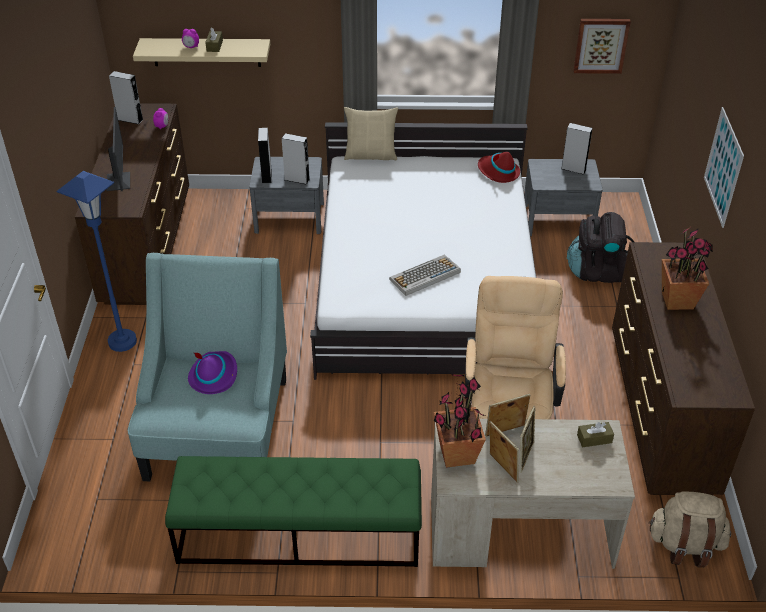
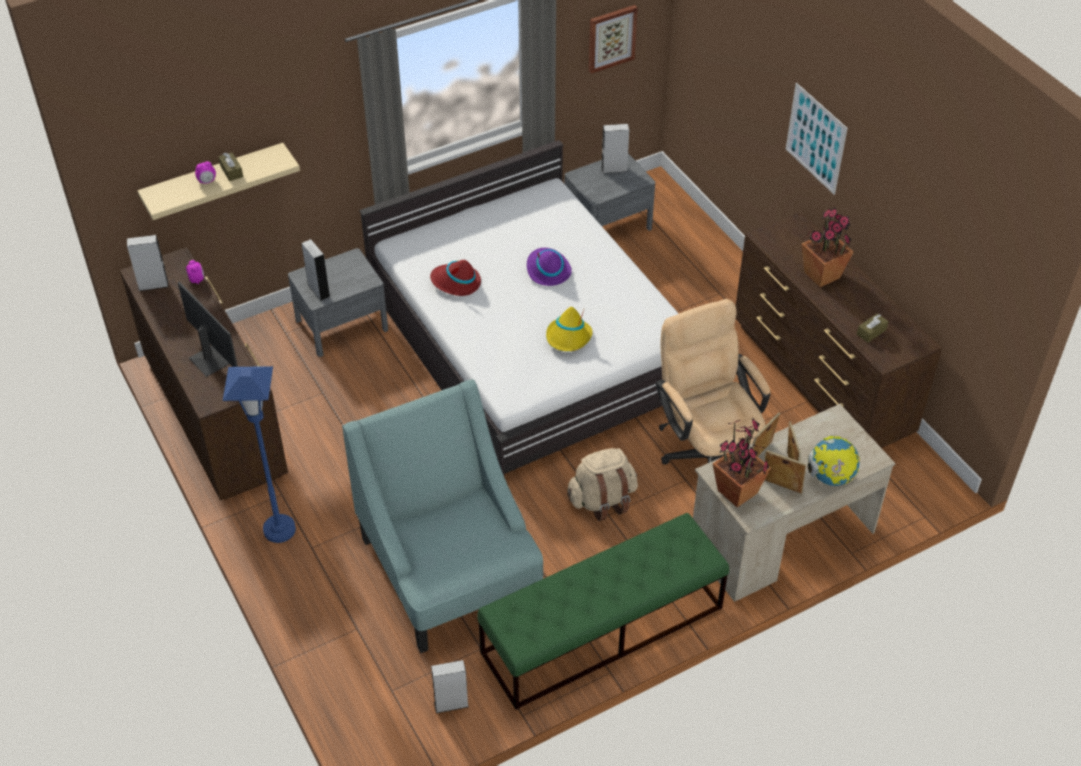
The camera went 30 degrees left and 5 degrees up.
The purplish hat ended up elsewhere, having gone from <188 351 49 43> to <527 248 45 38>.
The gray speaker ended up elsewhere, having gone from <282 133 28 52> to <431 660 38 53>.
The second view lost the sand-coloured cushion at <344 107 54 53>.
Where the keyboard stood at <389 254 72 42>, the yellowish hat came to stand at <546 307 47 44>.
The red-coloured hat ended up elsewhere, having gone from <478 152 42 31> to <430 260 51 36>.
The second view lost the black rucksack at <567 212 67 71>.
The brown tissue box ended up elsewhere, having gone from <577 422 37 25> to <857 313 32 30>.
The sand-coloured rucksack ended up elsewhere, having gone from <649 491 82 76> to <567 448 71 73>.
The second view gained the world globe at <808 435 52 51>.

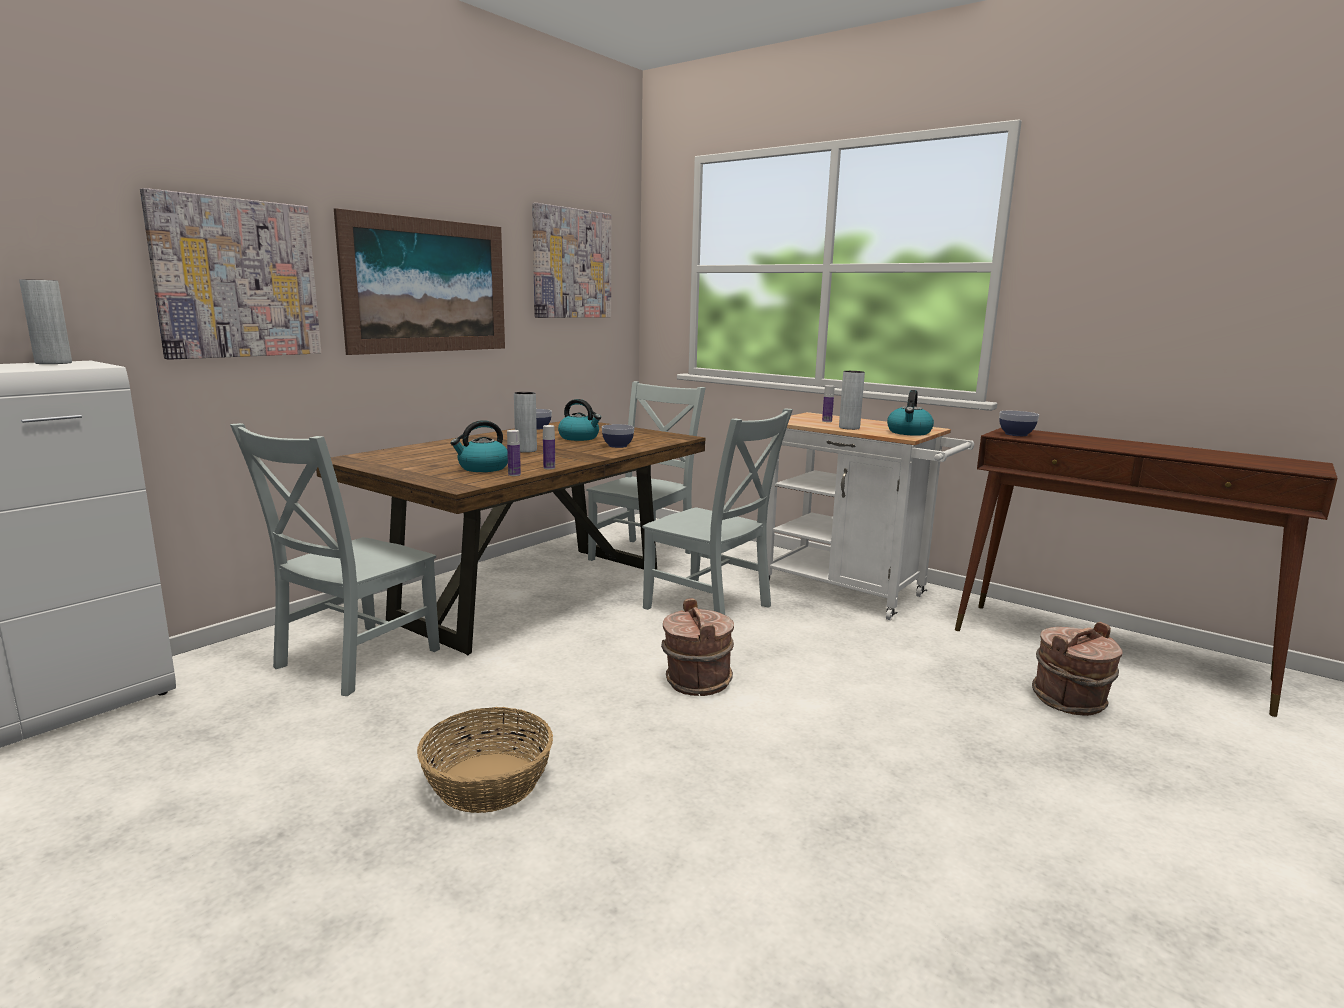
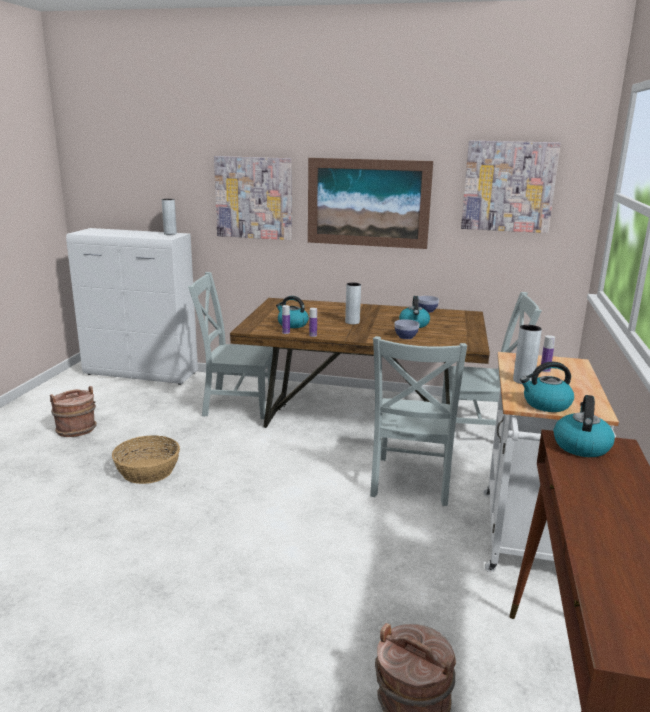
The camera went 65 degrees right and 5 degrees up.
The brown pail ended up elsewhere, having gone from <661 598 73 98> to <50 386 47 51>.
Where the serving bowl stood at <999 411 40 25>, the water kettle came to stand at <554 395 61 62>.

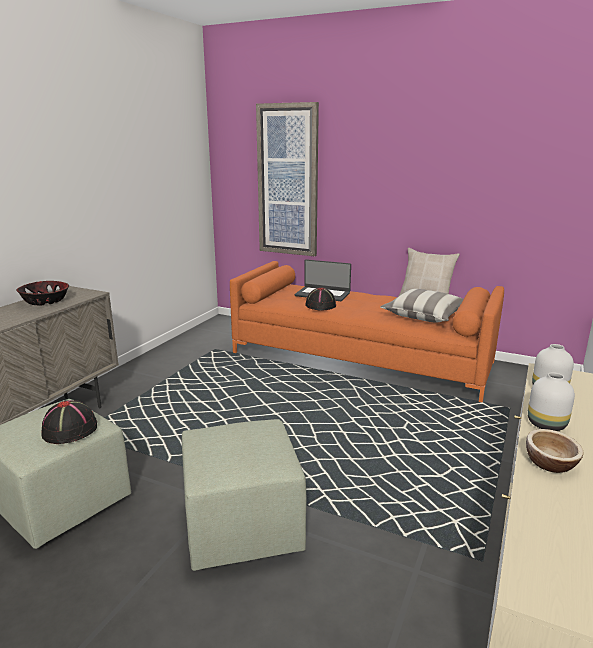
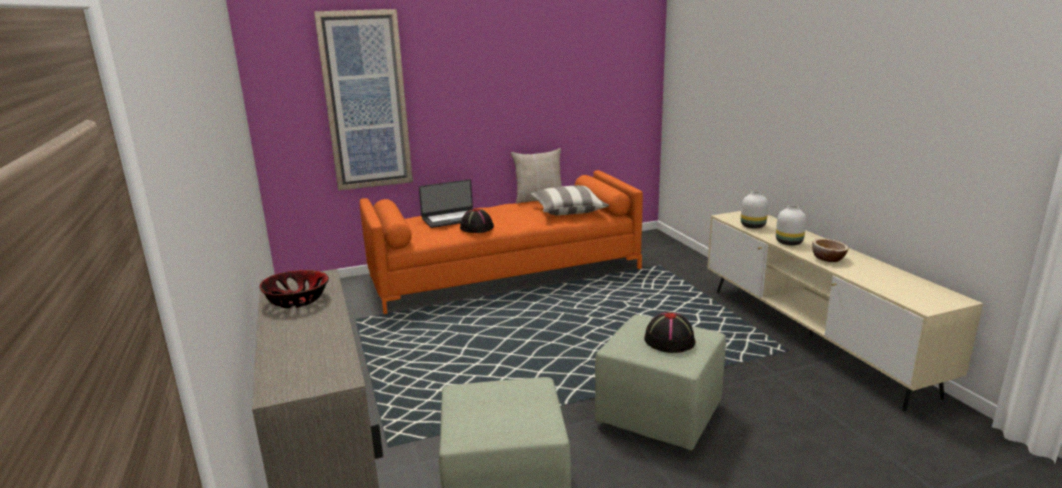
The camera went 45 degrees left and 0 degrees up.
The black hat ended up elsewhere, having gone from <41 400 56 44> to <644 312 51 41>.

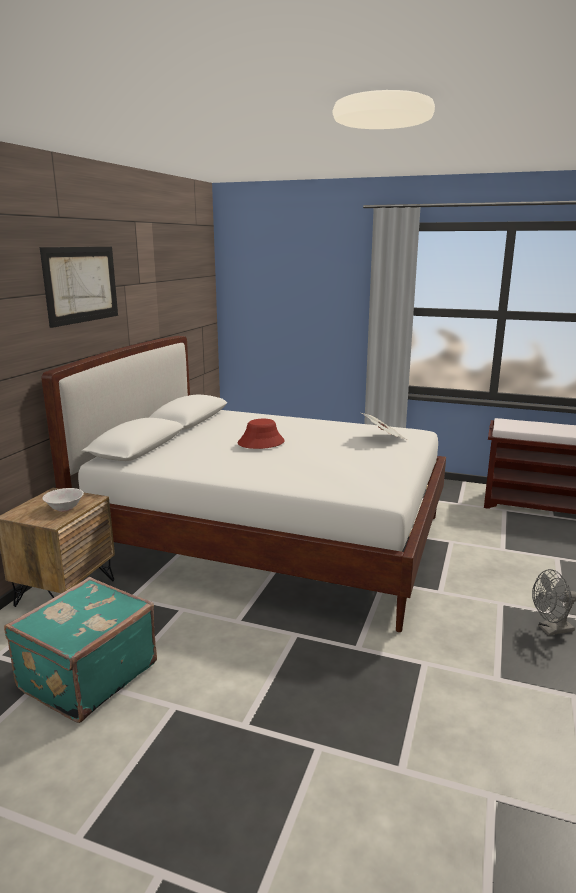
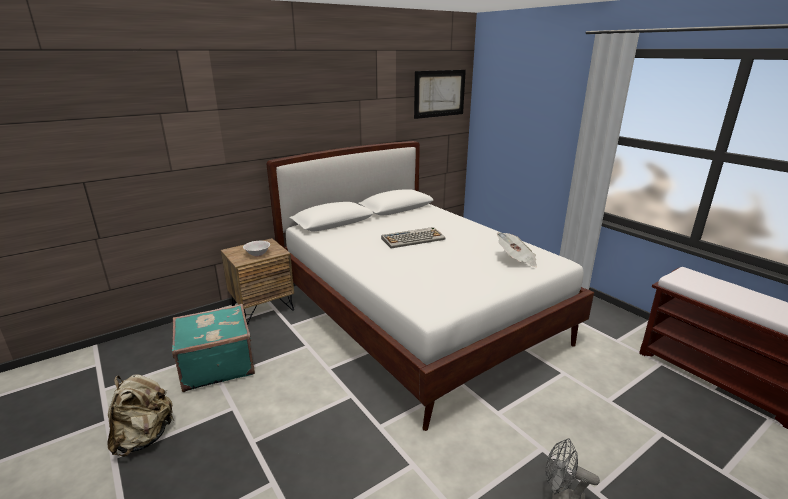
The camera went 35 degrees right and 5 degrees up.
The wall art ended up elsewhere, having gone from <40 247 78 81> to <414 70 52 49>.
Where the red-coloured hat stood at <238 419 47 30>, the keyboard came to stand at <381 227 64 21>.
The second view gained the sand-coloured rucksack at <107 374 67 83>.

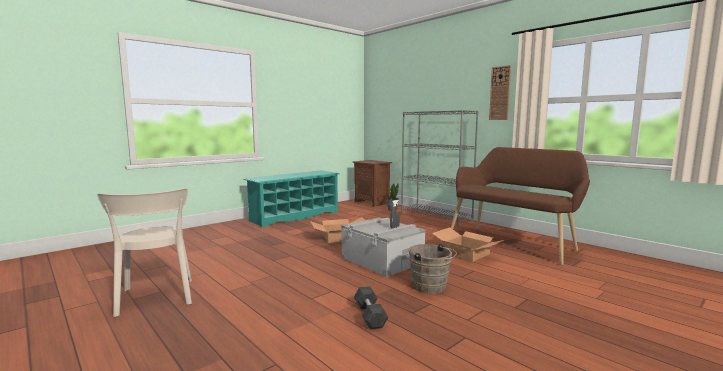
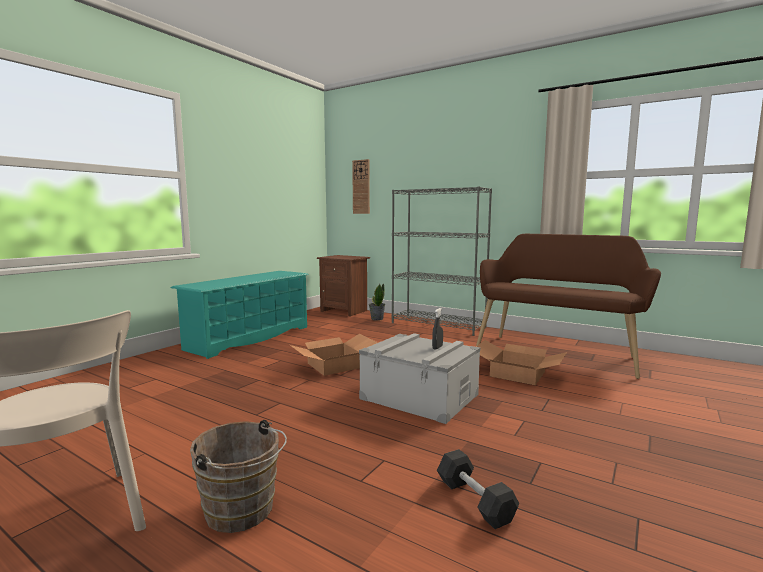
The camera went 15 degrees left and 0 degrees up.
The brown pail ended up elsewhere, having gone from <409 244 48 50> to <190 420 97 113>.
The wall clock ended up elsewhere, having gone from <489 65 22 55> to <352 159 18 55>.

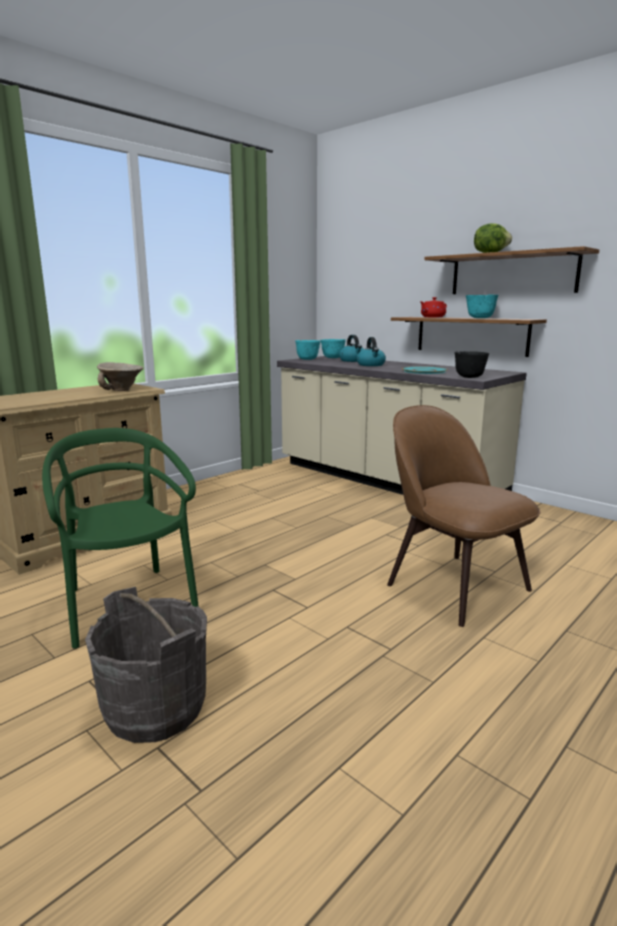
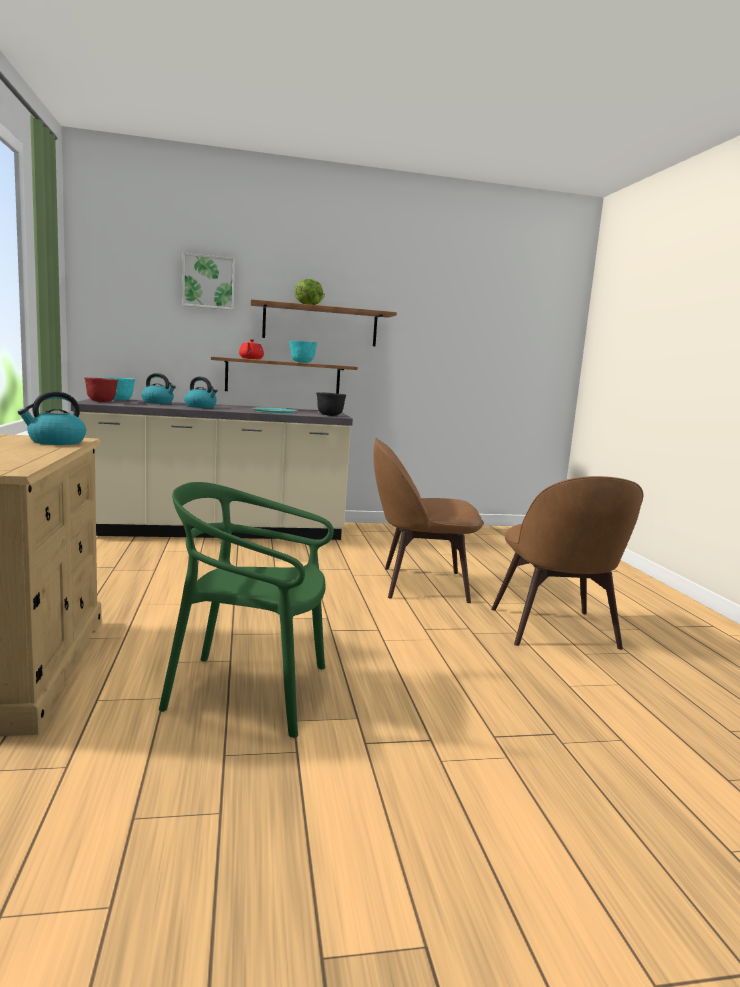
The camera went 55 degrees left and 5 degrees down.
The second view lost the gray pail at <85 587 122 156>.
Where the sand-coloured serving bowl stood at <97 362 46 29>, the water kettle came to stand at <18 391 68 54>.
What was the blue-green serving bowl at <295 340 26 20> turned into the red-coloured serving bowl at <84 377 34 25>.
The second view gained the wall art at <182 253 53 57>.
The second view gained the brown plain chair at <491 476 152 174>.

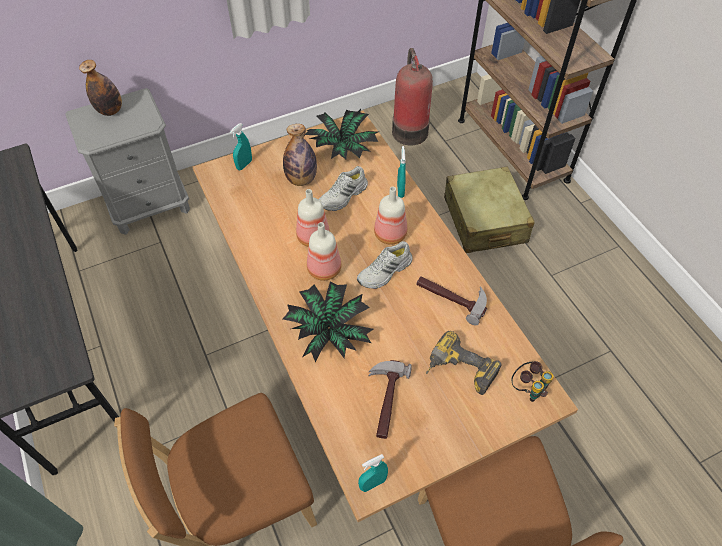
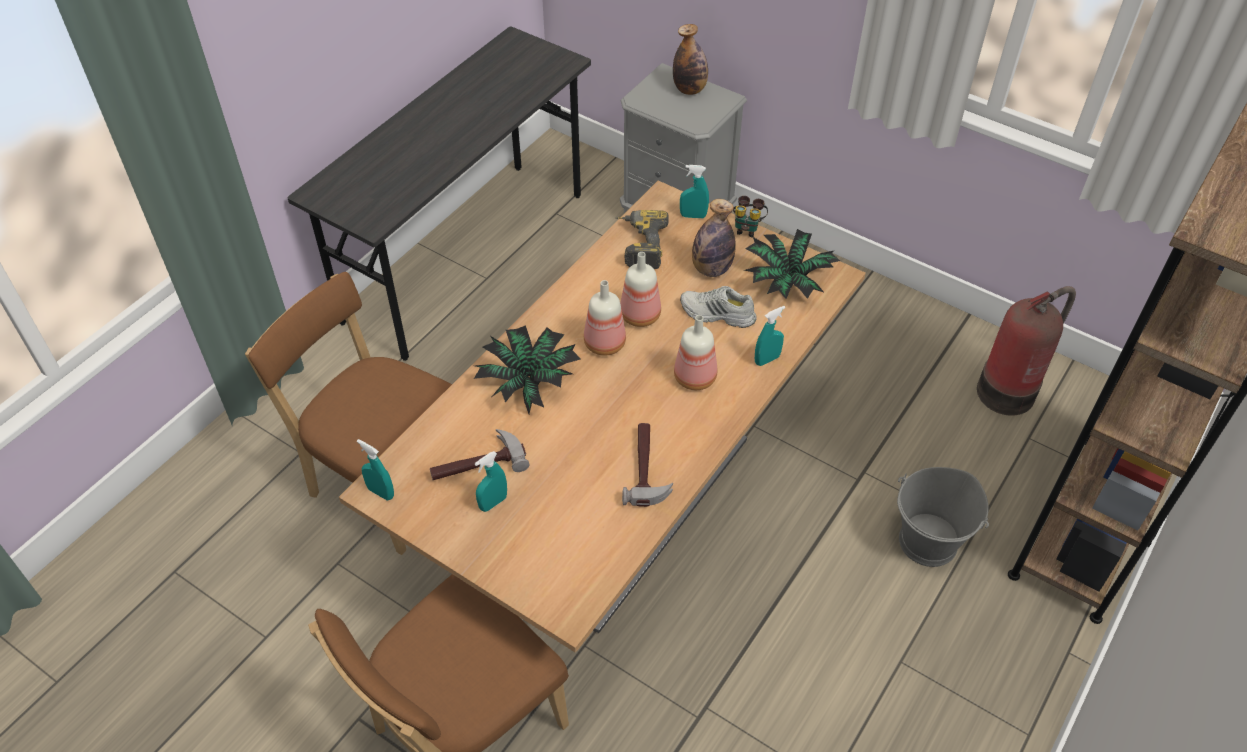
The camera went 60 degrees right and 5 degrees down.
The second view lost the white-coloured item of footwear at <357 241 56 48>.
The electric drill ended up elsewhere, having gone from <426 331 76 64> to <615 210 54 59>.
Where the sand-coloured suitcase stood at <444 166 91 87>, the gray pail came to stand at <897 467 92 100>.
The binoculars ended up elsewhere, having gone from <511 361 43 41> to <733 196 35 42>.
The second view gained the blue-green hand sprayer at <475 451 32 61>.

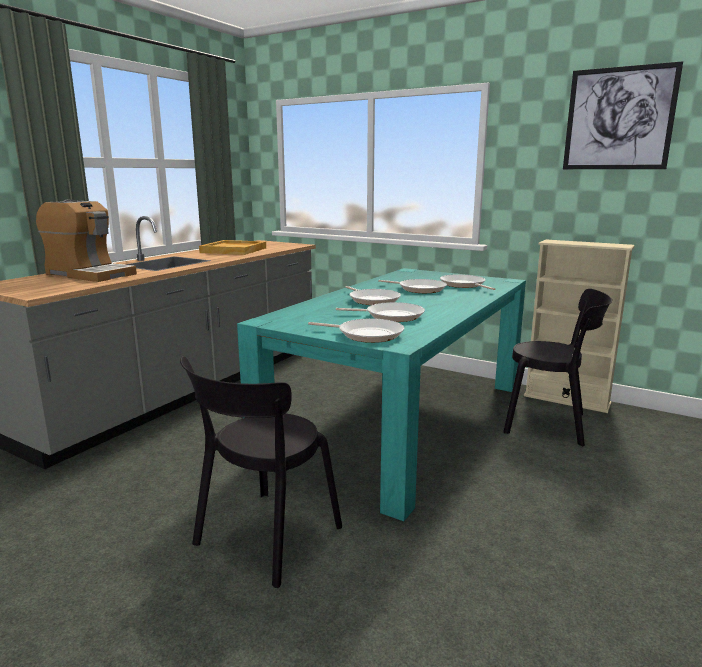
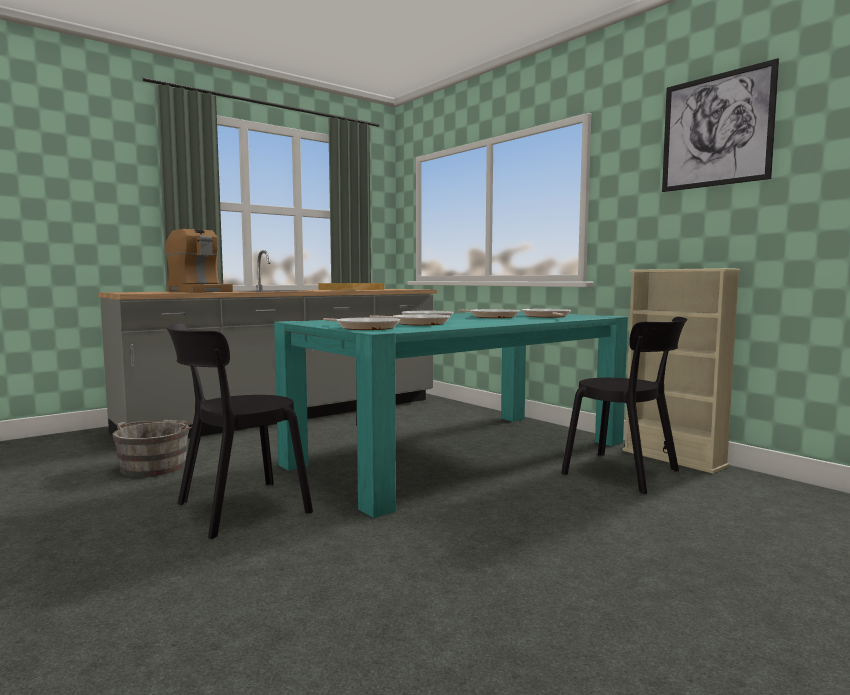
The camera went 20 degrees right and 10 degrees down.
The second view gained the gray pail at <112 420 81 57>.

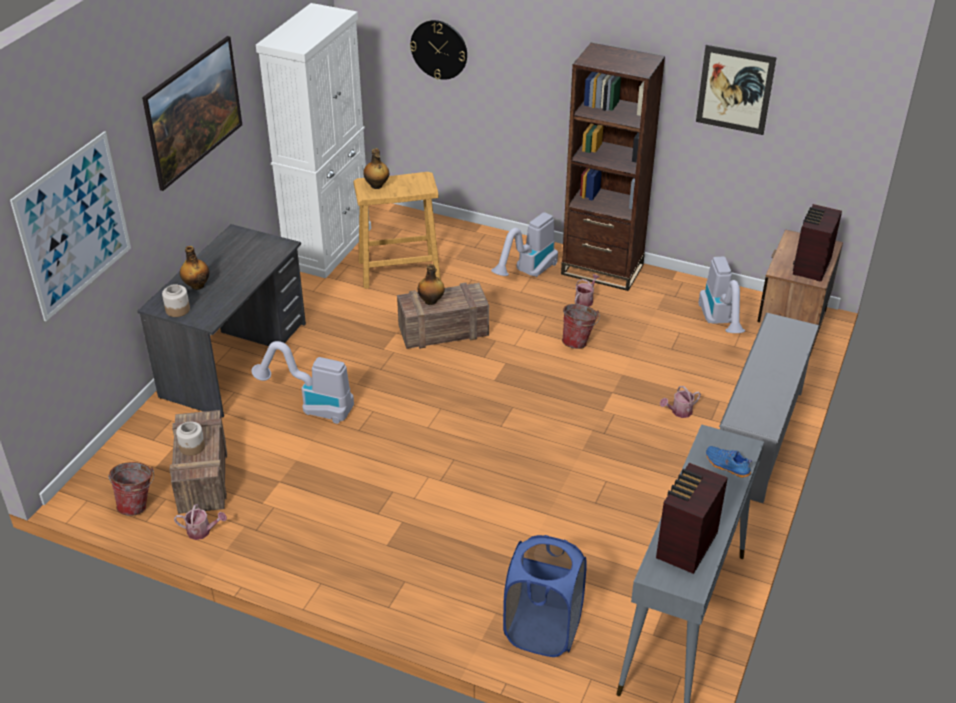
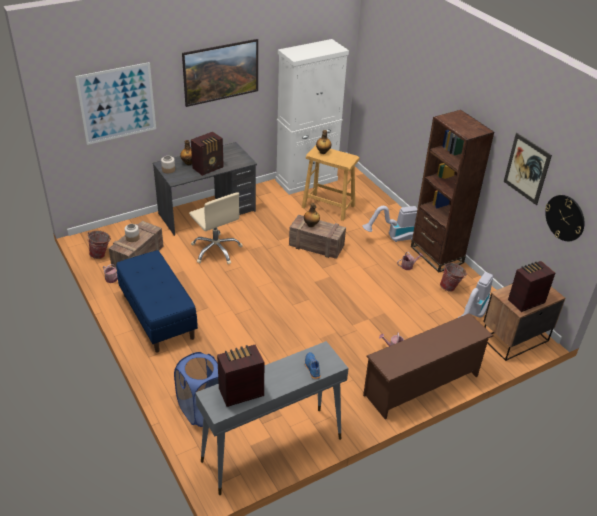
The camera went 35 degrees right and 0 degrees up.
Where the vacuum cleaner stood at <251 341 103 83>, the sand-coloured desk chair came to stand at <189 192 54 73>.
The wall clock ended up elsewhere, having gone from <410 20 57 60> to <545 195 39 46>.
The pail ended up elsewhere, having gone from <562 304 38 45> to <440 263 27 29>.
What was the gray shoe stand at <719 313 100 190> turned into the brown shoe stand at <363 313 130 106>.
The second view gained the blue long seat at <116 250 82 103>.
The second view gained the radio at <191 132 33 44>.

